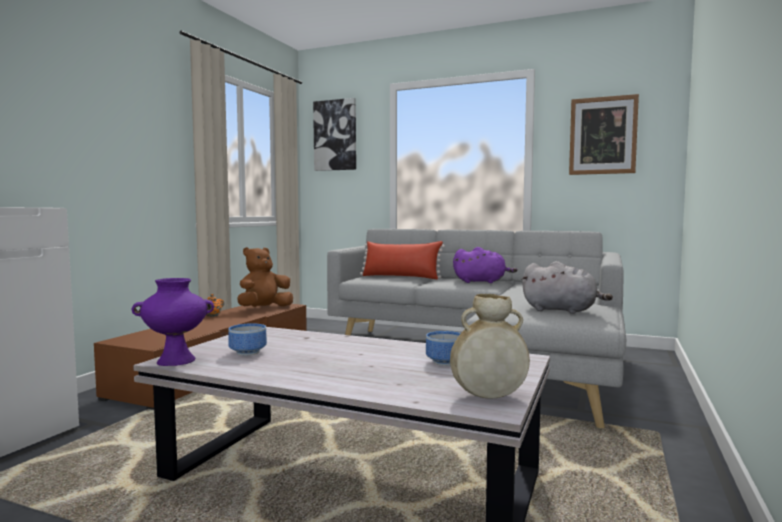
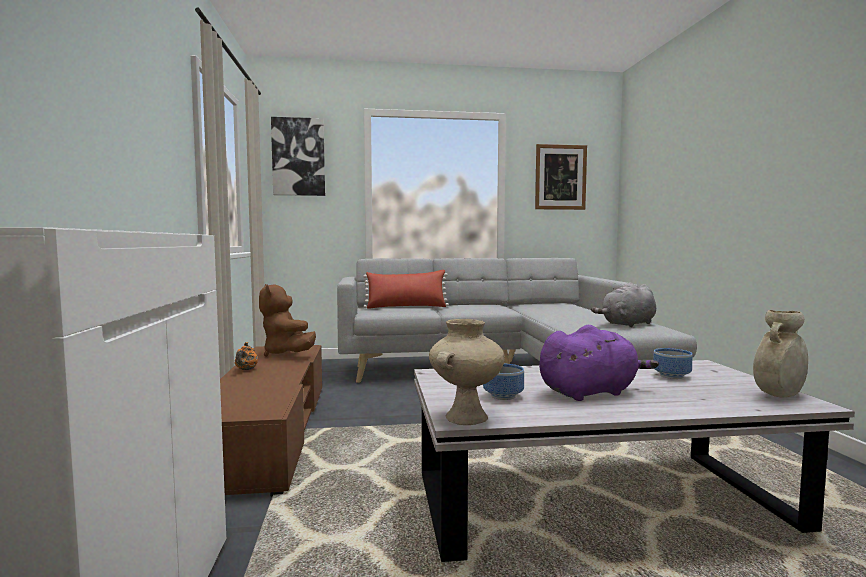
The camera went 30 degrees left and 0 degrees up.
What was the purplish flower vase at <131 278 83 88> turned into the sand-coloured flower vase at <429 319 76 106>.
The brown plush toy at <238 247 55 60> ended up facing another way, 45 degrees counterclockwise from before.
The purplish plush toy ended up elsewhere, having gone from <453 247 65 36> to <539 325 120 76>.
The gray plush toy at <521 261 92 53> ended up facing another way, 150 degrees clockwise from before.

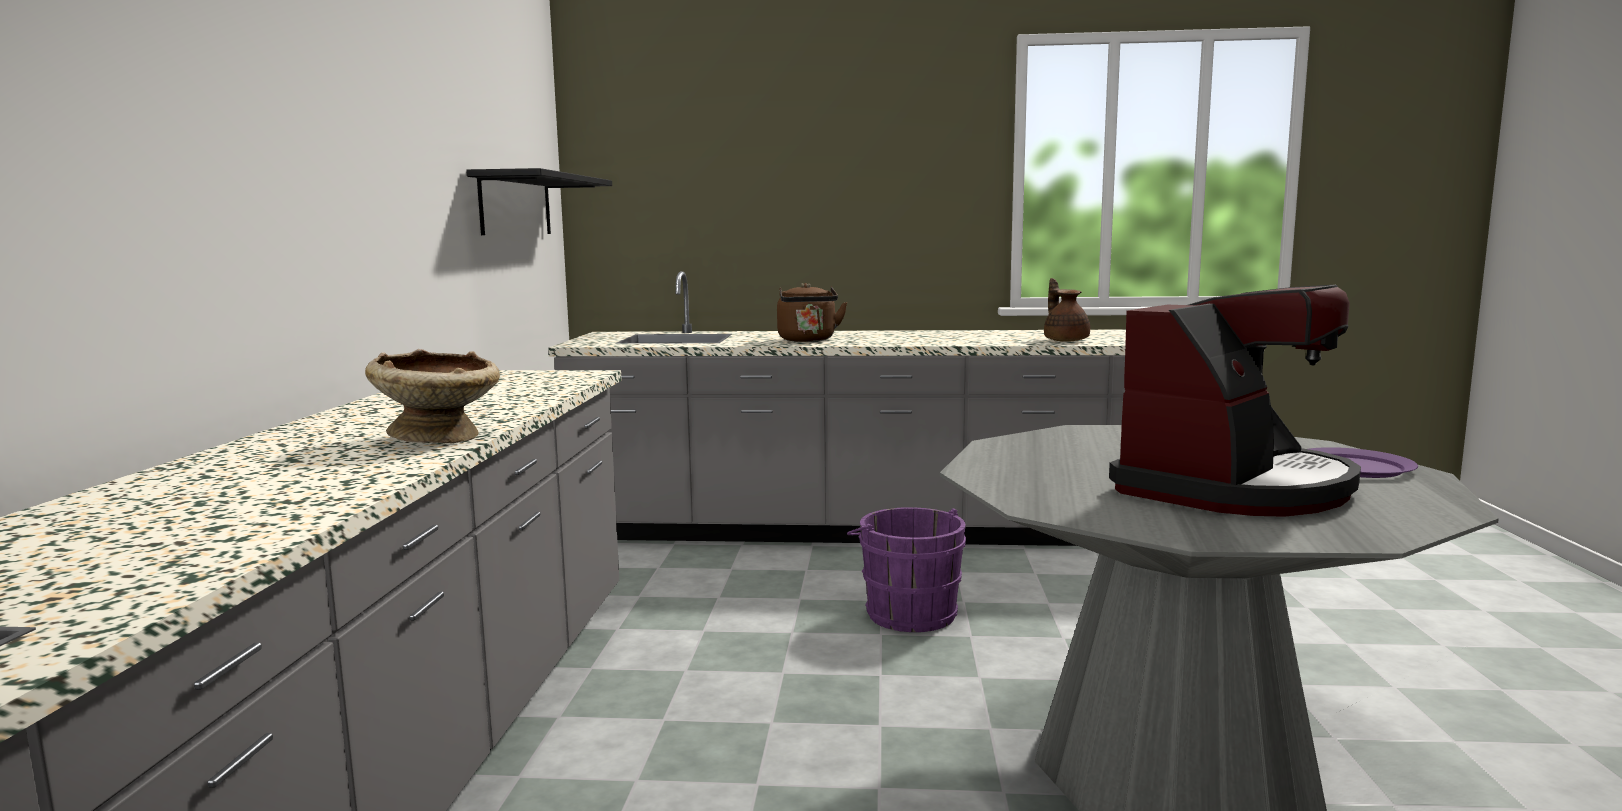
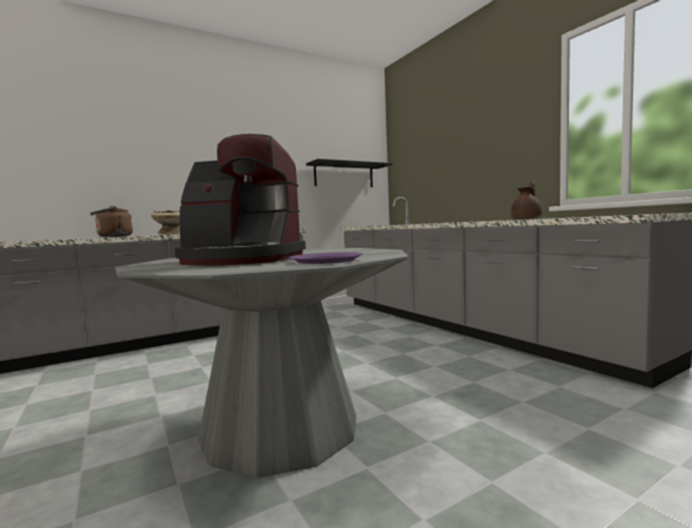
The camera went 55 degrees right and 5 degrees down.
The brown water kettle ended up elsewhere, having gone from <777 283 70 59> to <90 206 43 31>.
The second view lost the purplish pail at <847 507 119 125>.

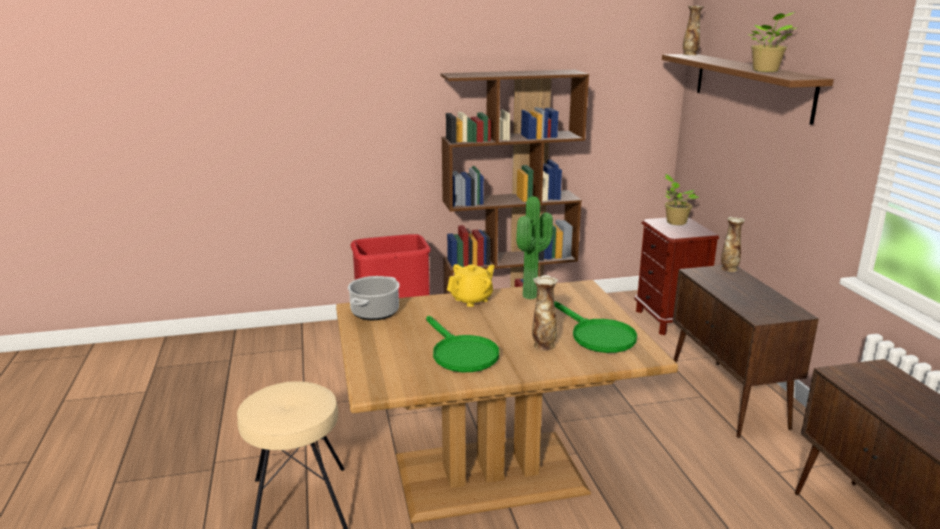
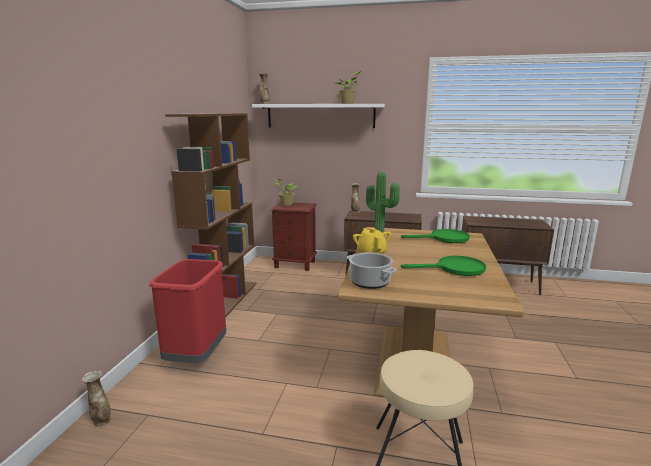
The camera went 65 degrees left and 5 degrees down.
The flower vase ended up elsewhere, having gone from <532 275 26 76> to <82 371 29 56>.
What was the brown wall shelf at <662 54 172 71> turned into the white-coloured wall shelf at <252 104 133 24>.

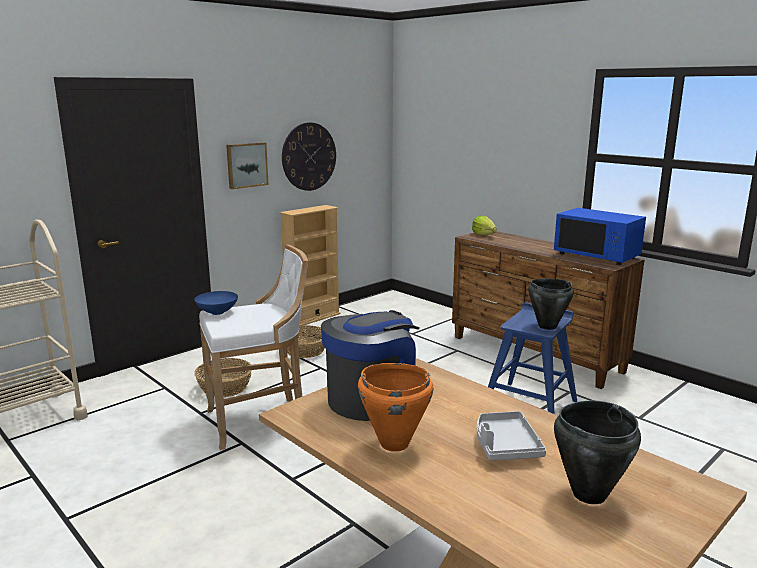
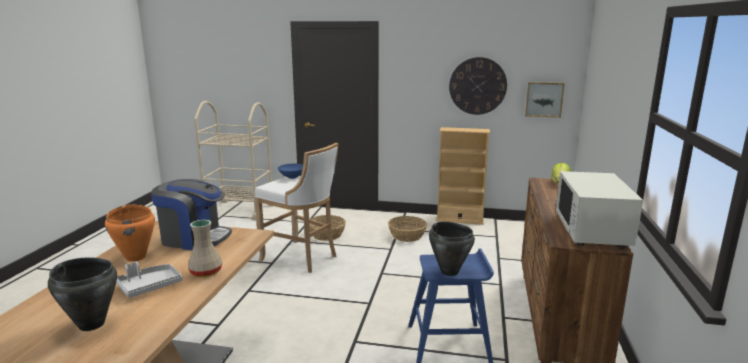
The camera went 55 degrees right and 0 degrees up.
The wall art ended up elsewhere, having gone from <226 142 43 47> to <525 82 40 36>.
What was the blue kitchen microwave at <554 208 92 57> turned into the white-coloured kitchen microwave at <556 171 87 78>.
The second view gained the sand-coloured flower vase at <188 220 34 57>.

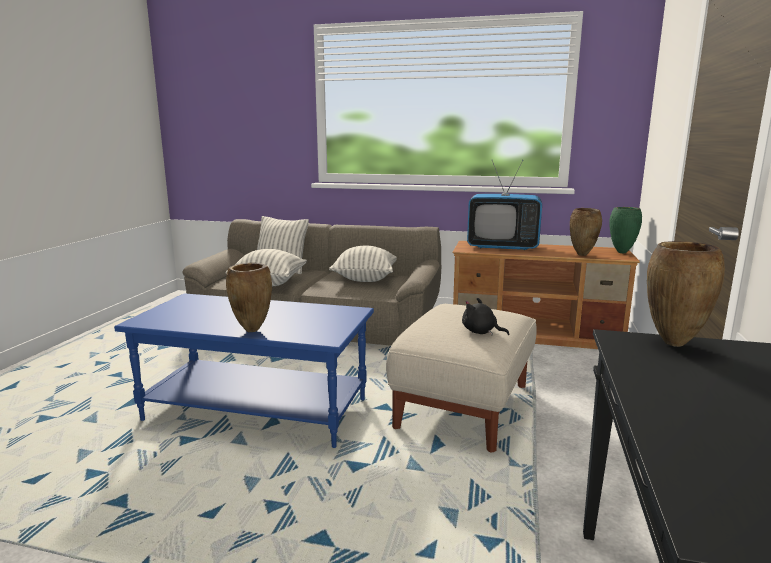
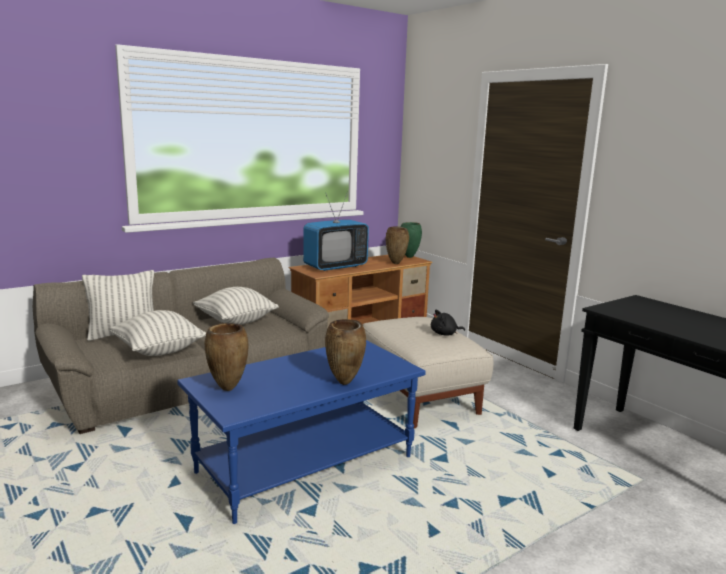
The camera went 50 degrees left and 0 degrees up.
The brown flower vase ended up elsewhere, having gone from <647 241 78 106> to <204 323 44 68>.

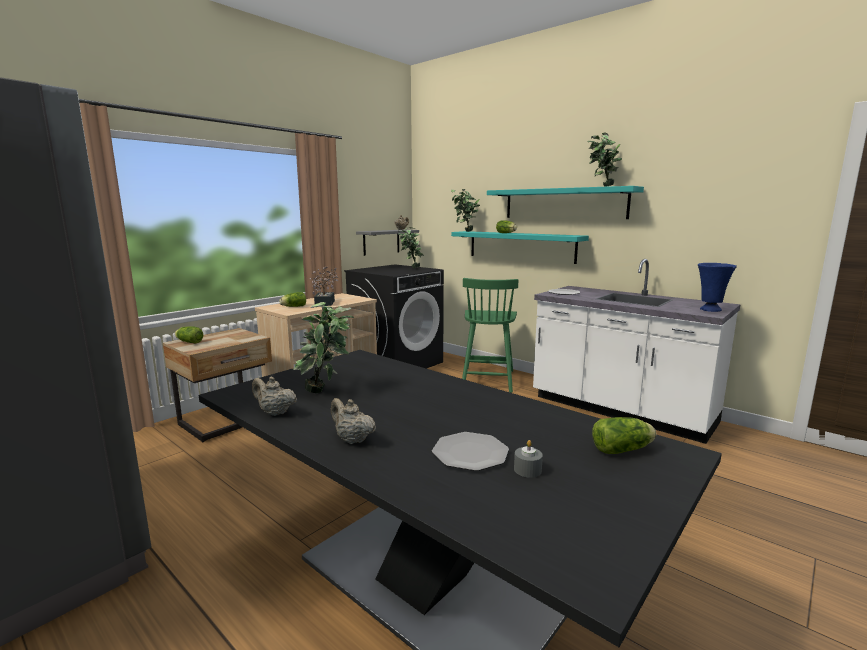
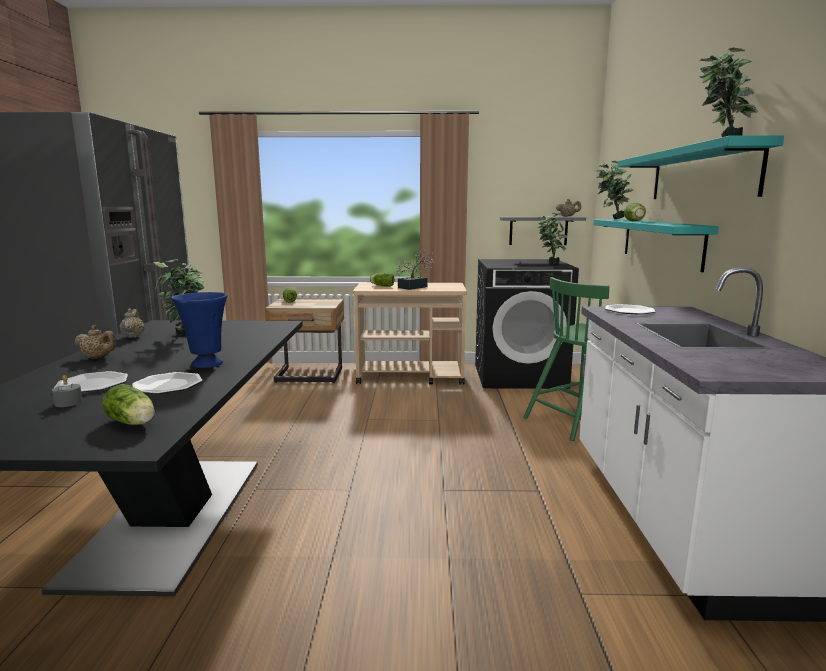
The camera went 50 degrees right and 0 degrees up.
The sand-coloured tea pot at <331 398 45 46> ended up facing another way, 105 degrees clockwise from before.
The blue flower vase ended up elsewhere, having gone from <698 263 39 49> to <171 292 56 76>.
The second view gained the dinner plate at <132 372 71 22>.

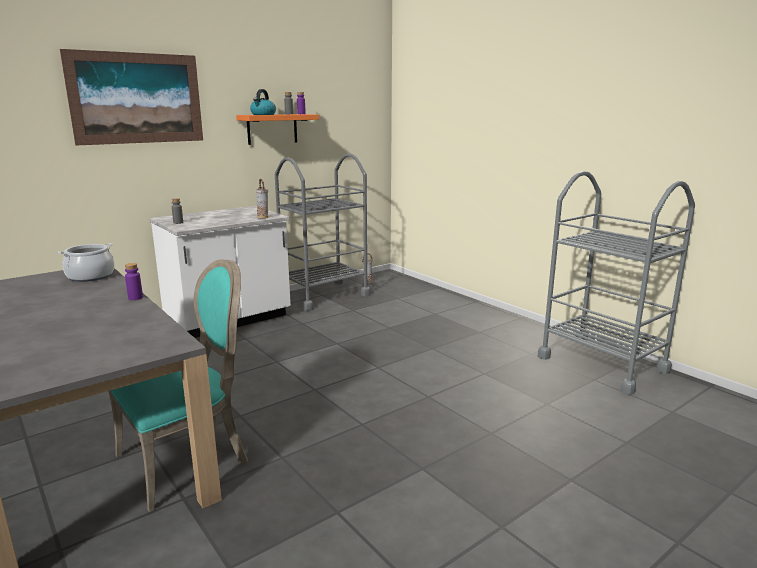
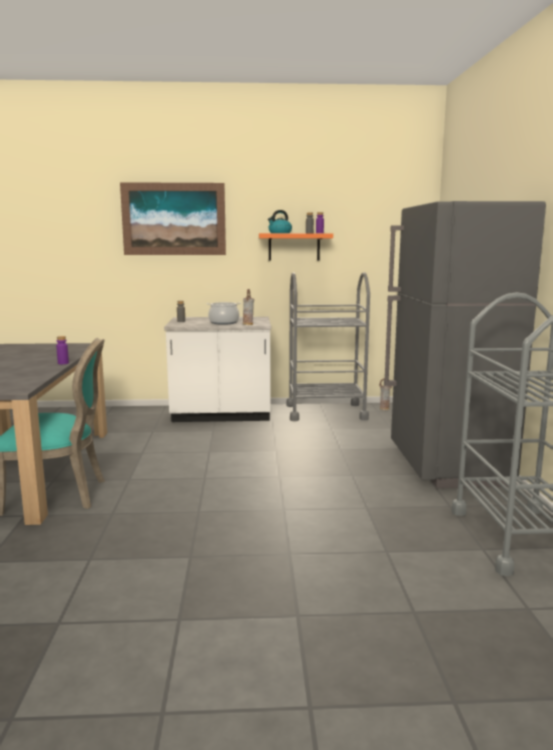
The camera went 35 degrees right and 5 degrees down.
The stockpot ended up elsewhere, having gone from <58 243 57 39> to <207 302 33 23>.
The second view gained the gray fridge at <384 201 162 287>.

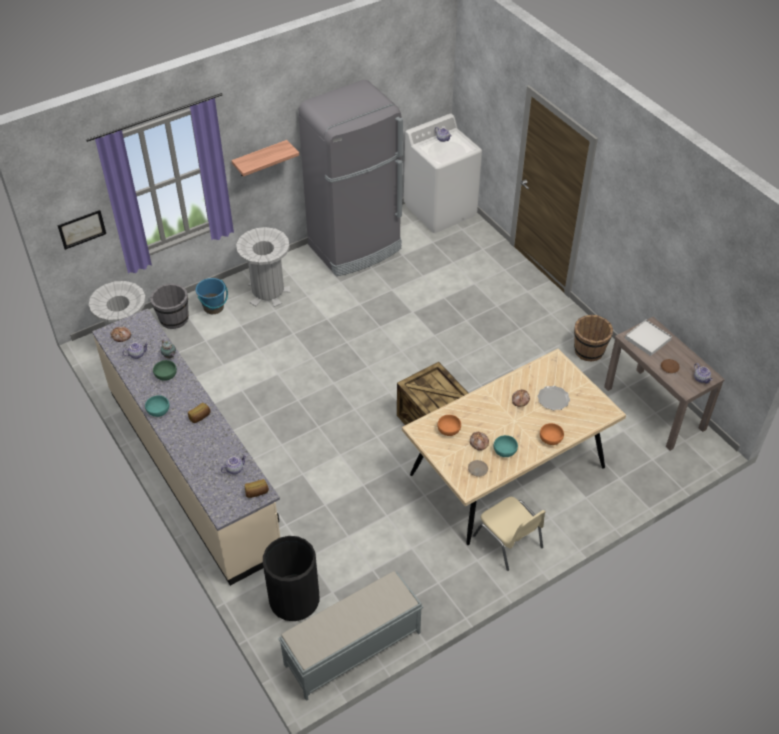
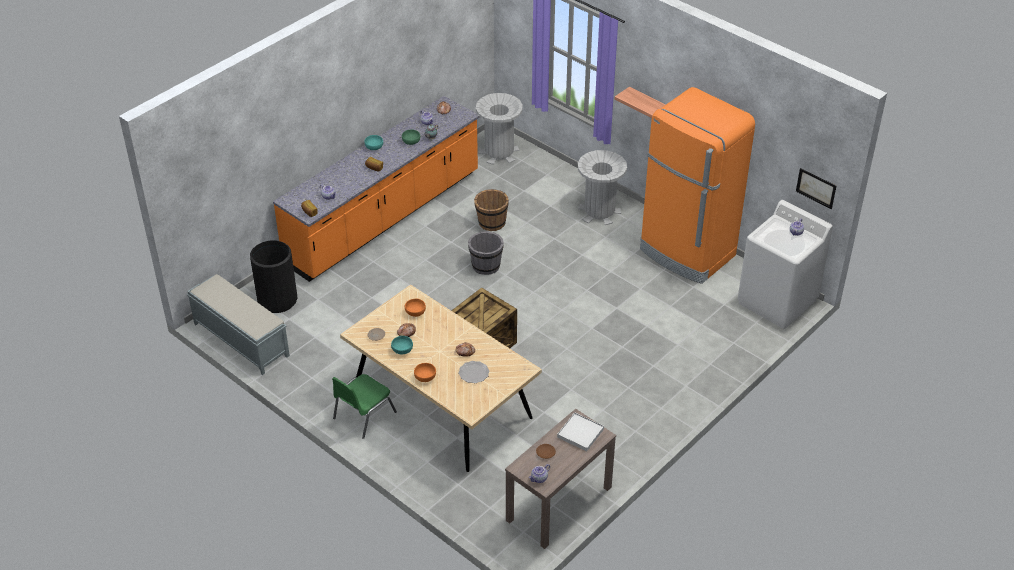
The camera went 75 degrees right and 5 degrees down.
The wall art ended up elsewhere, having gone from <57 210 49 40> to <796 168 40 41>.
What was the sand-coloured kitchen base unit at <92 309 188 277> turned into the orangey kitchen base unit at <273 96 207 186>.
The gray pail ended up elsewhere, having gone from <150 283 39 46> to <468 231 36 44>.
The second view lost the blue pail at <196 278 32 36>.
What was the gray fridge at <298 80 105 196> turned into the orangey fridge at <640 87 115 197>.
What was the sand-coloured plain chair at <473 497 72 74> turned into the green plain chair at <332 374 65 65>.
The brown pail ended up elsewhere, having gone from <574 315 39 46> to <474 189 35 42>.

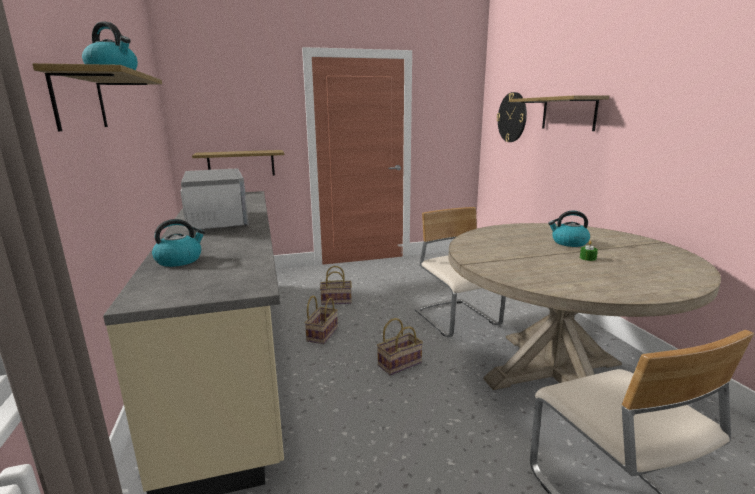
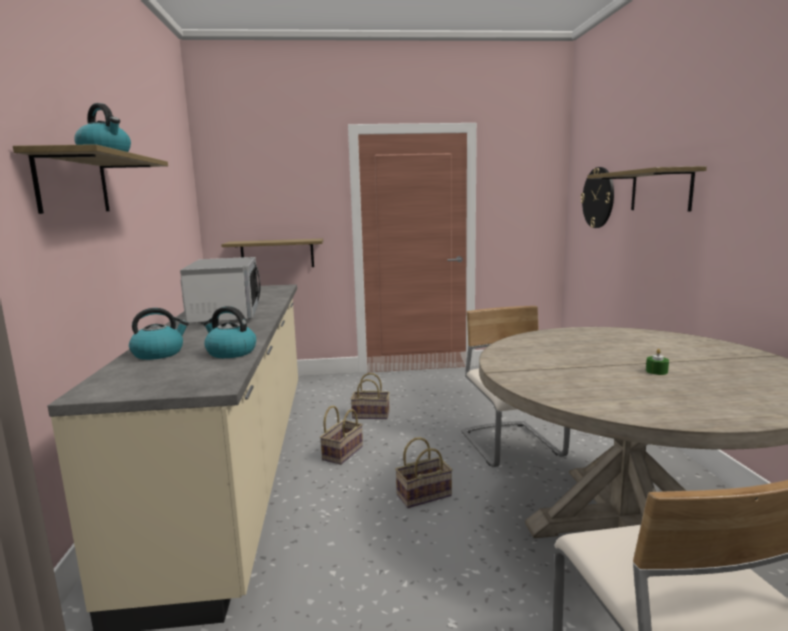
The camera went 10 degrees right and 5 degrees down.
The water kettle ended up elsewhere, having gone from <548 211 42 36> to <203 306 53 52>.

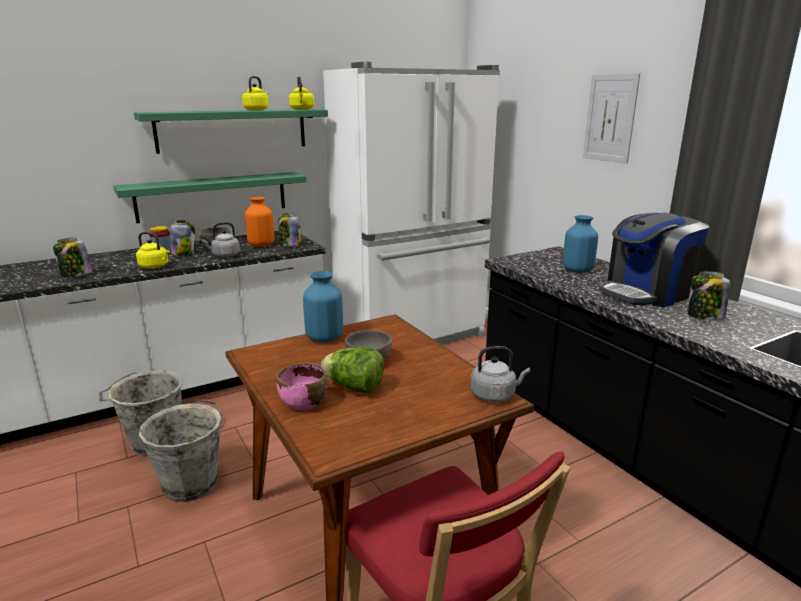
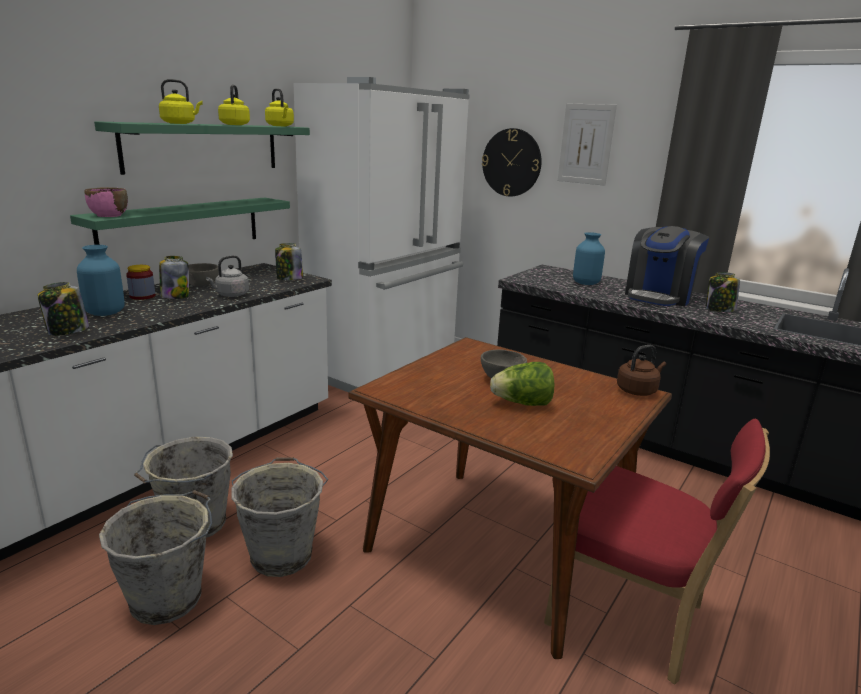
The camera went 25 degrees left and 0 degrees up.
The yellowish water kettle ended up elsewhere, having gone from <136 232 34 37> to <159 79 44 45>.
The second view lost the orangey flower vase at <245 197 29 50>.
The pinkish serving bowl ended up elsewhere, having gone from <277 363 51 47> to <85 187 43 30>.
The blue flower vase ended up elsewhere, having gone from <303 271 40 71> to <77 245 48 71>.
What was the gray water kettle at <471 346 59 56> turned into the brown water kettle at <617 345 49 51>.
The second view gained the gray pail at <99 490 113 135>.
The second view gained the wall clock at <482 128 60 68>.

